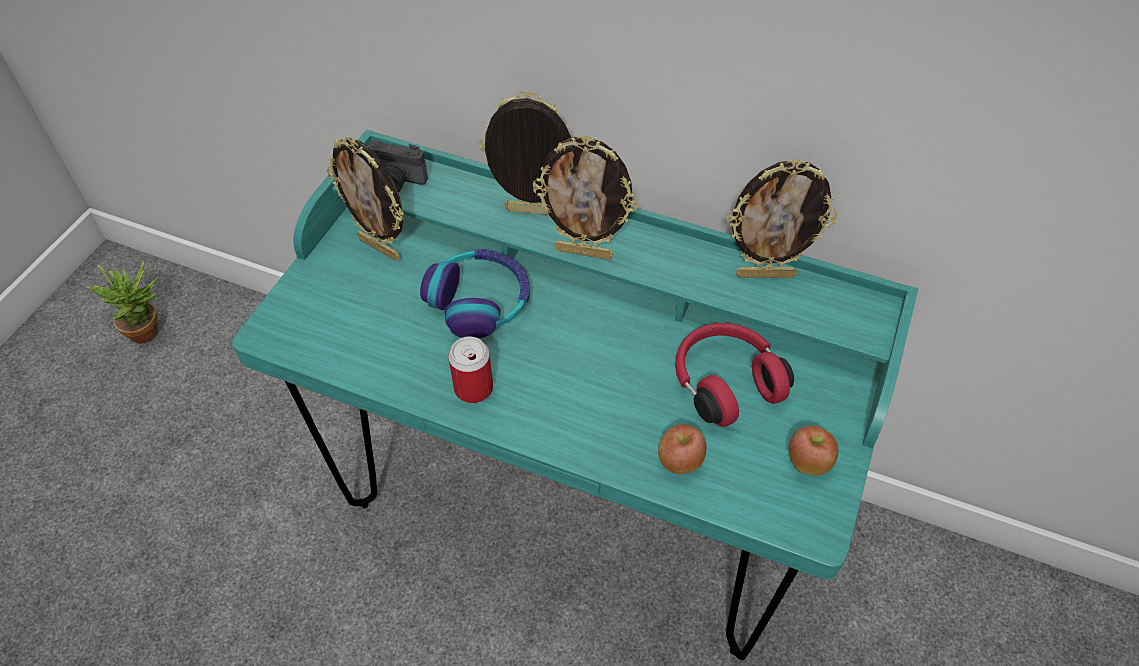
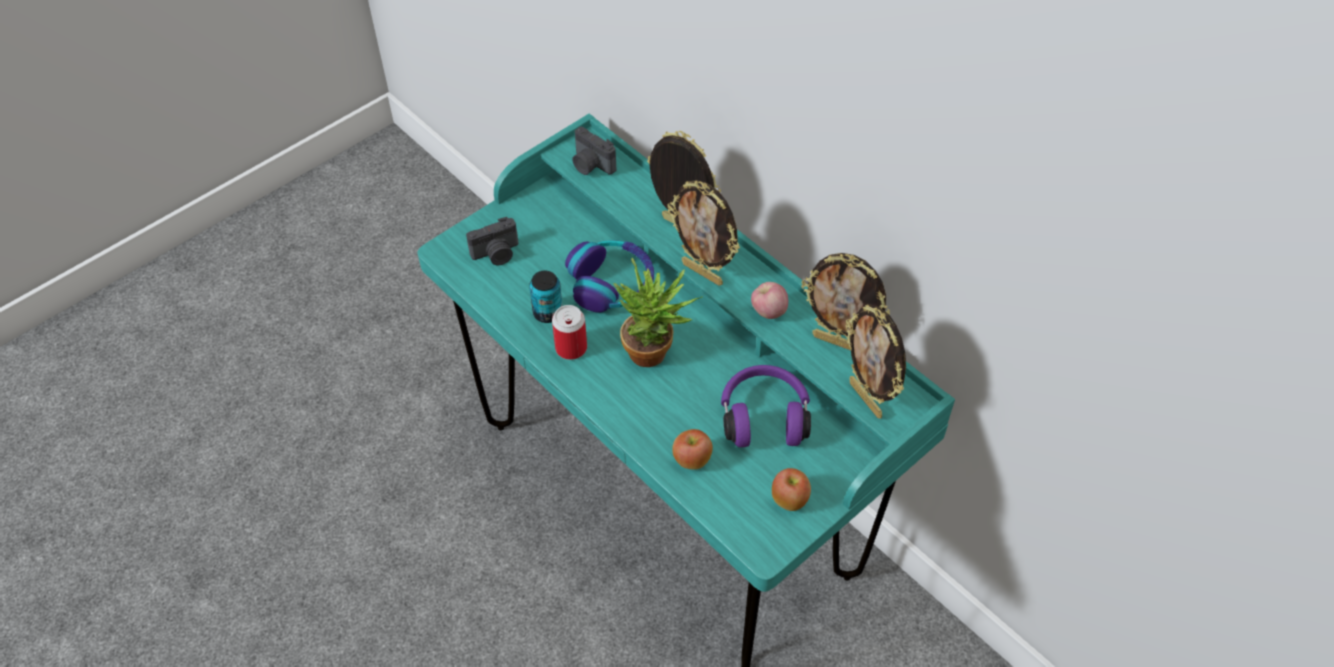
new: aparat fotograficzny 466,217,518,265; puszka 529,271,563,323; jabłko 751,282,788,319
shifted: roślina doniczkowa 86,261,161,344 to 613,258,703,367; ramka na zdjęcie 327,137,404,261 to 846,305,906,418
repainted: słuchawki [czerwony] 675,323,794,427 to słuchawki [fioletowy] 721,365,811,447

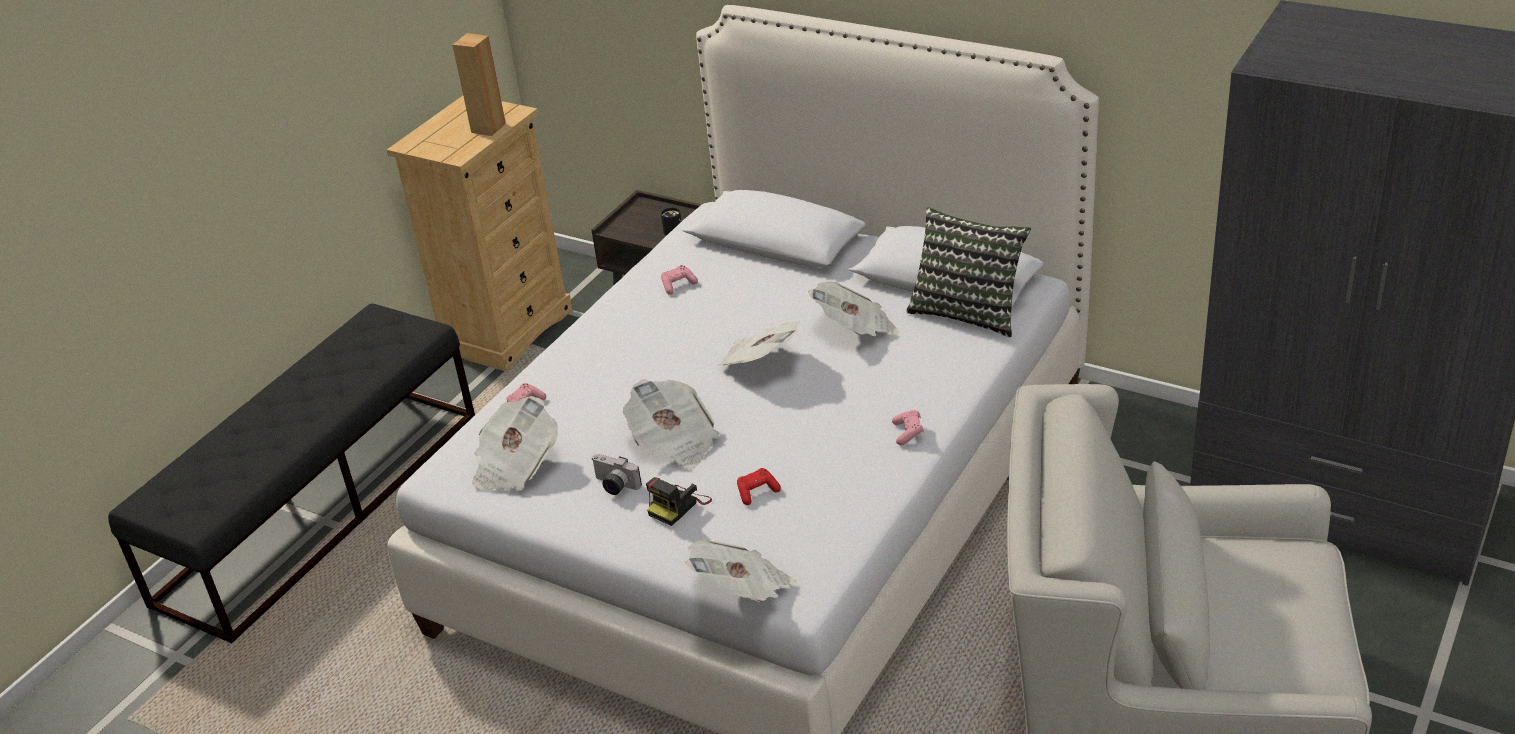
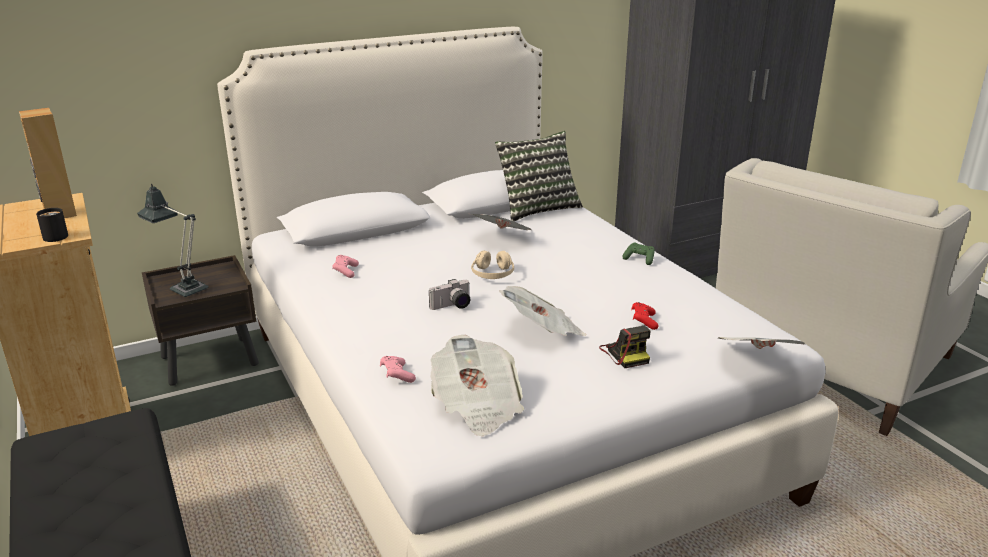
new: lampa stołowa 137,184,209,297
shifted: aparat fotograficzny 592,454,642,495 to 429,279,470,310; kubek [czarny] 661,206,681,236 to 36,208,68,242
swapped: gazeta 718,321,801,366 to słuchawki [beżowy] 471,250,514,279
repainted: pad do gier [różowy] 892,410,924,445 to pad do gier [zielony] 622,243,655,265

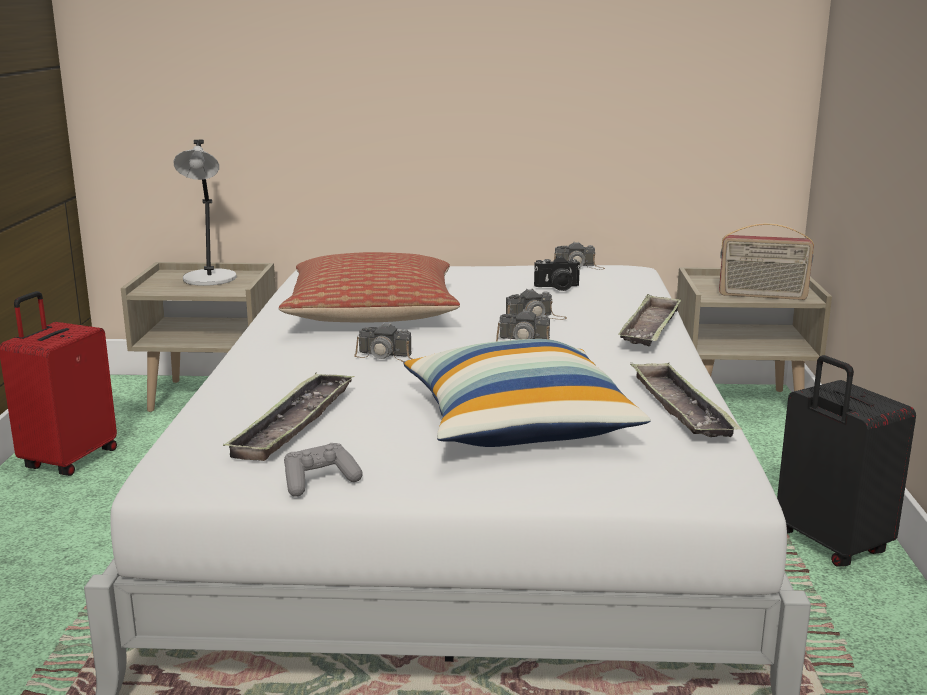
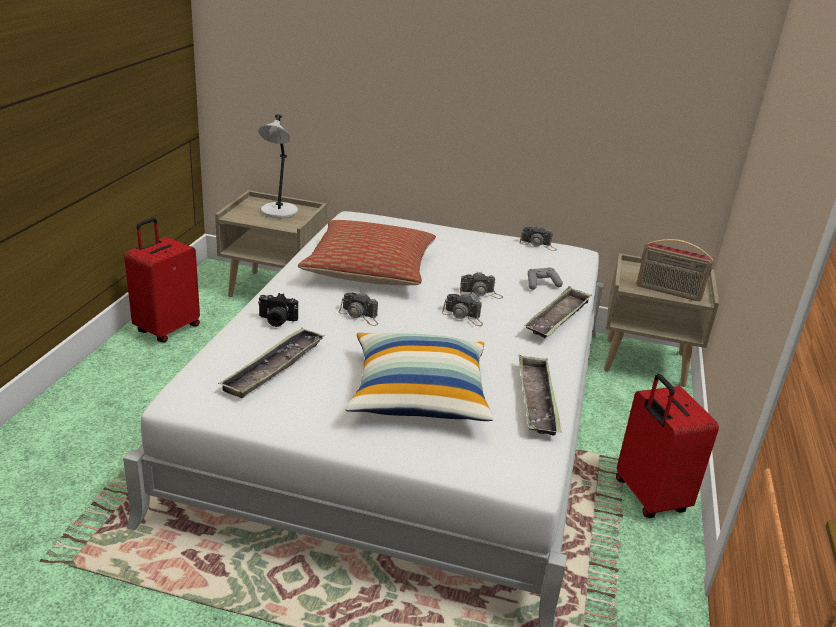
shifted: pad do gier [szary] 284,443,363,497 to 528,267,563,290; aparat fotograficzny 534,255,581,291 to 258,293,298,327
repainted: walizka [czarny] 777,355,916,567 to walizka [czerwony] 616,374,719,518

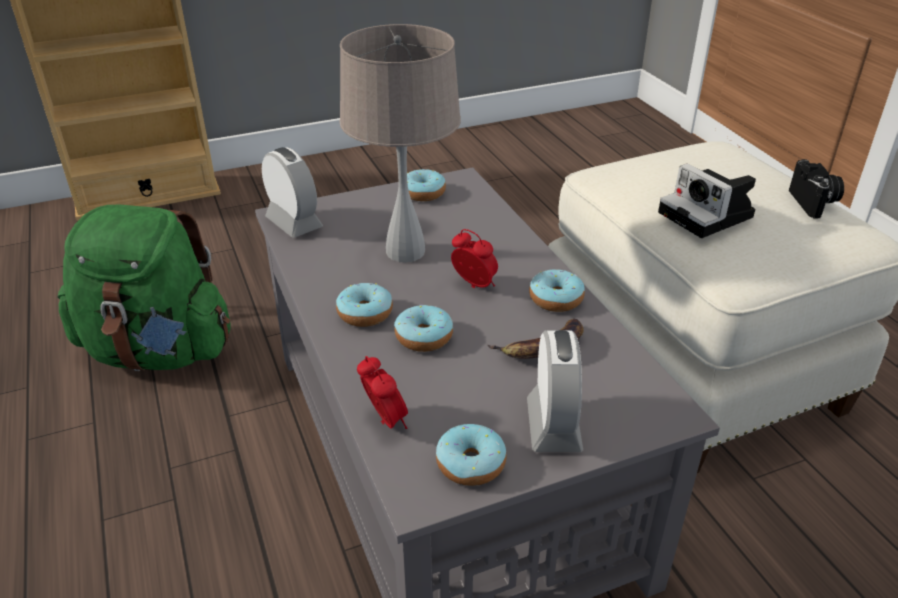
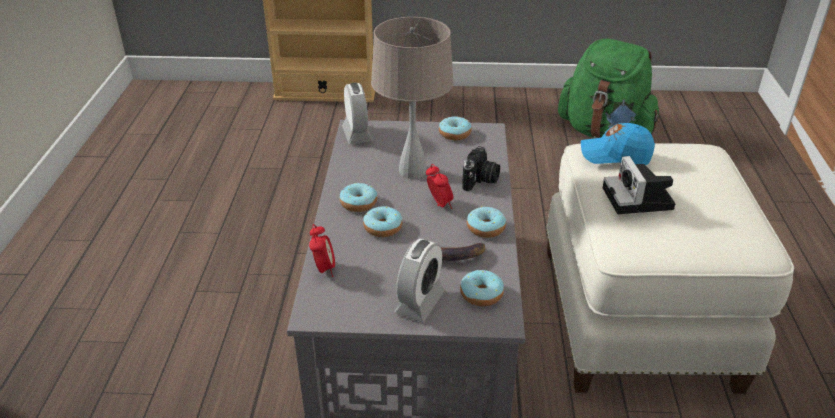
new: czapka z daszkiem [niebieski] 581,123,655,165
shifted: plecak [zielony] 57,205,231,371 to 558,39,660,138; donut 436,424,506,486 to 460,270,504,306; aparat fotograficzny 789,159,844,218 to 462,146,500,191

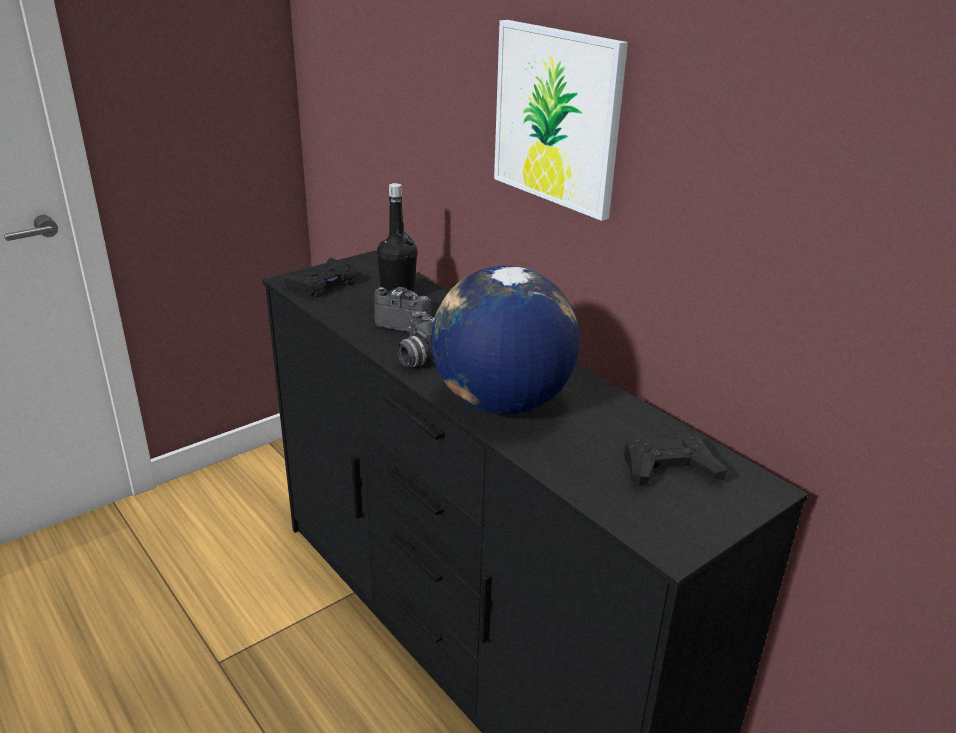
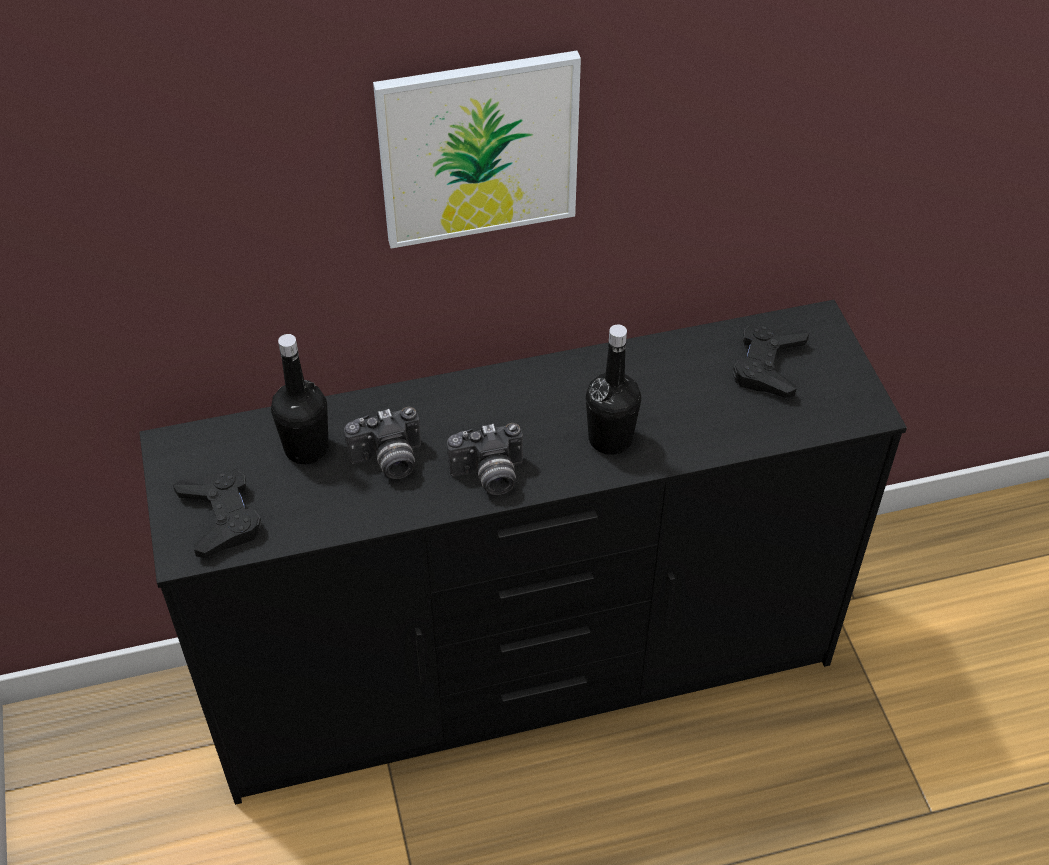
swapped: globus 431,266,580,415 to butelka [czarny] 586,325,641,455
rotated: aparat fotograficzny 374,287,431,332 = 344,407,421,479 150 degrees counterclockwise

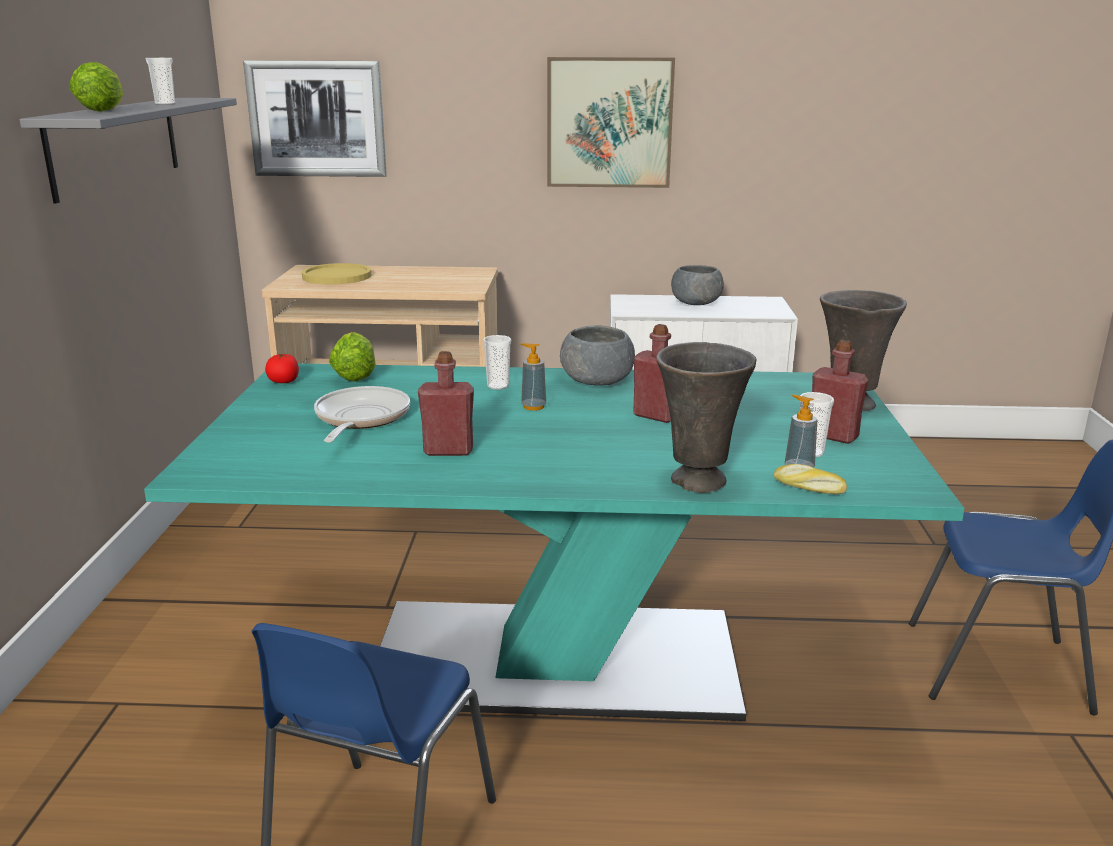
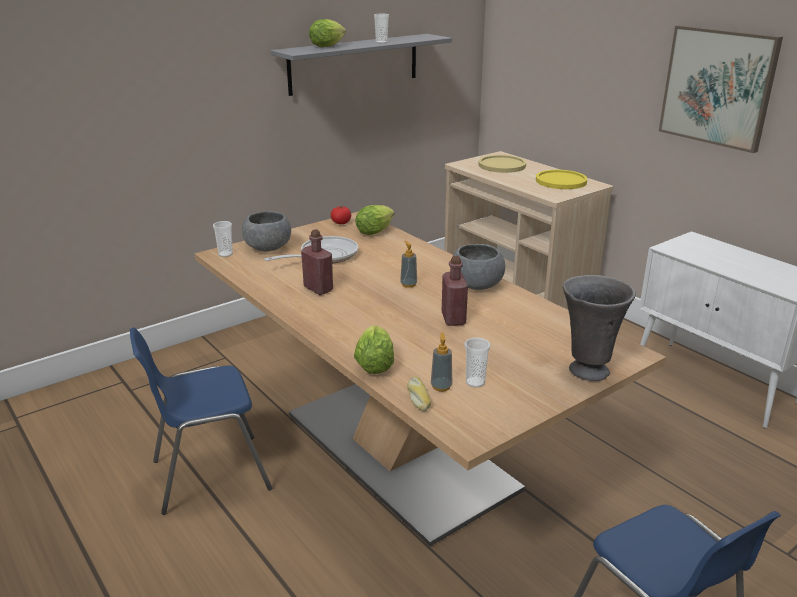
gone: obraz 243,60,387,177; butelka [czerwony] 812,340,868,444
new: talerz [żółty] 536,170,587,189
shifted: filiżanka 483,335,511,390 to 213,221,233,257; miska [szary] 671,265,724,305 to 242,211,291,252
swapped: wazon [szary] 656,342,756,493 to sałata 354,325,394,374
repainted: stół jadalny [turkusowy] 144,363,965,721 to stół jadalny [beżowy] 195,211,666,546

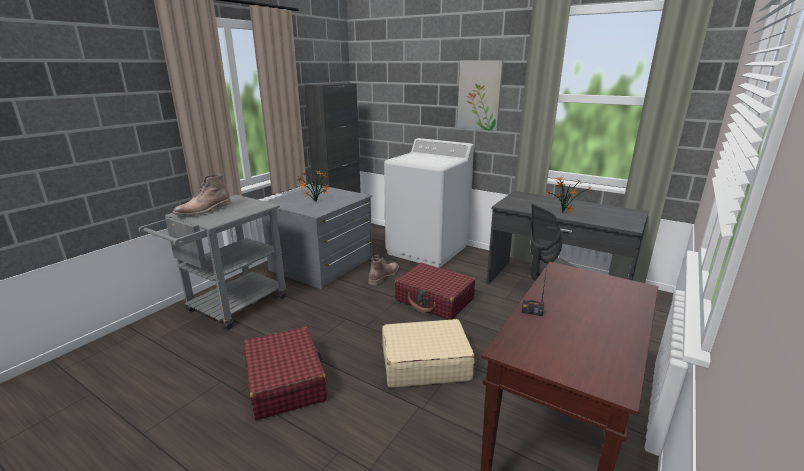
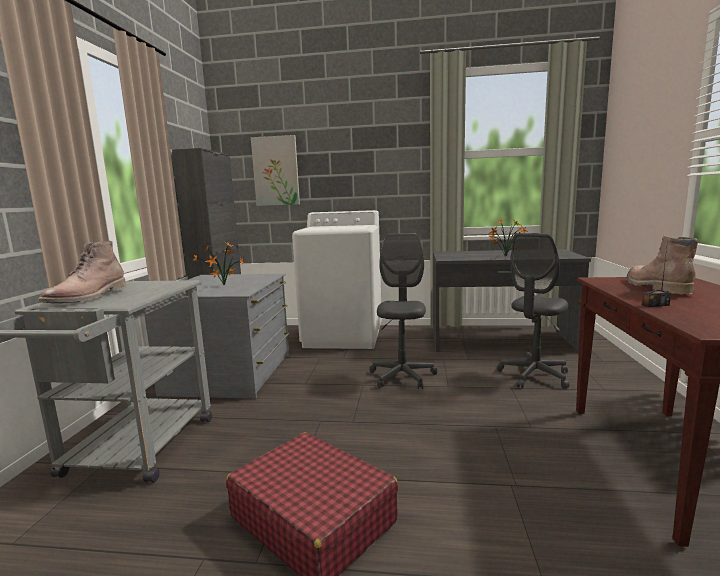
gone: walizka [beżowy] 382,319,475,388
shifted: but z cholewką [brązowy] 368,254,399,285 to 627,236,699,294; obraz 457,60,504,131 to 251,135,300,206
swapped: walizka [czerwony] 394,263,475,320 to krzesło biurowe [szary] 369,233,437,389

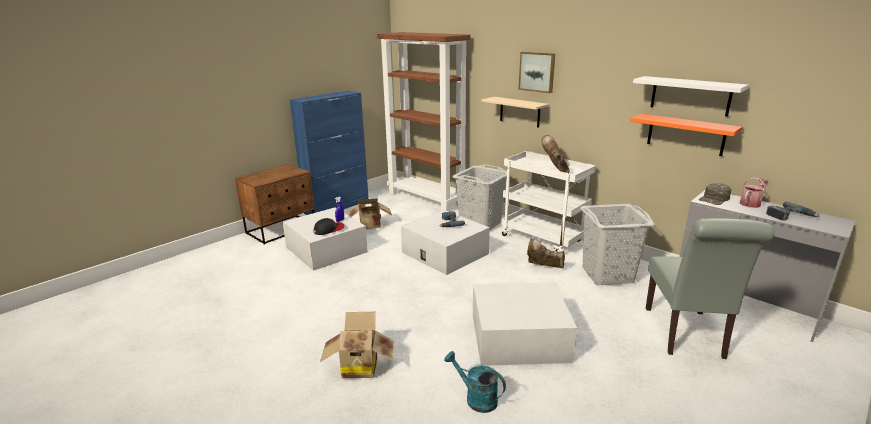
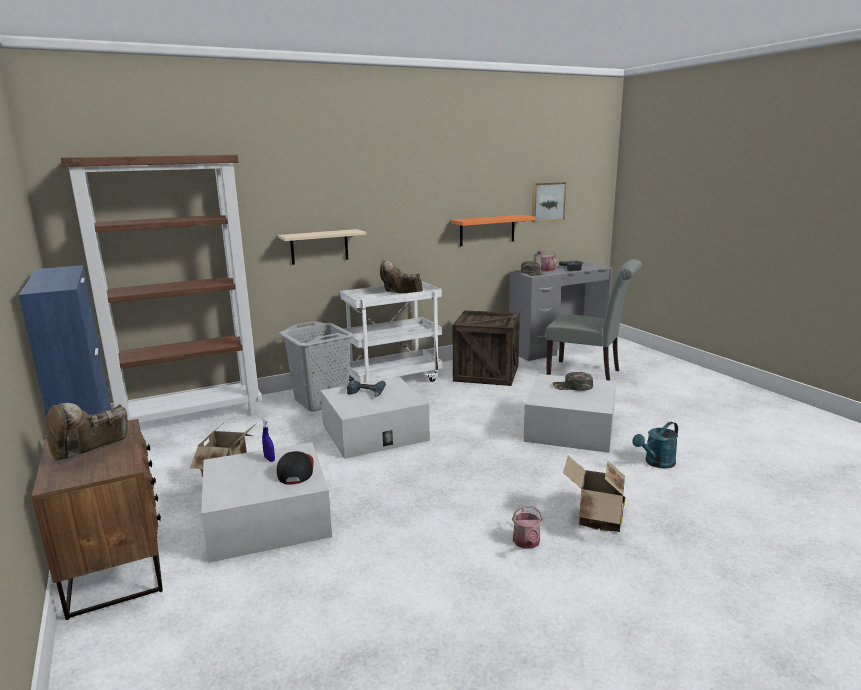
gone: półka [biały] 633,76,749,117
new: konewka 512,505,542,549; czapka z daszkiem [zielony] 553,372,593,391
shifted: obraz 519,52,555,93 to 532,182,566,222; but z cholewką [brązowy] 527,239,565,268 to 46,403,128,461
swapped: kosz na pranie [szary] 580,204,655,285 to skrzynka 453,310,520,386

